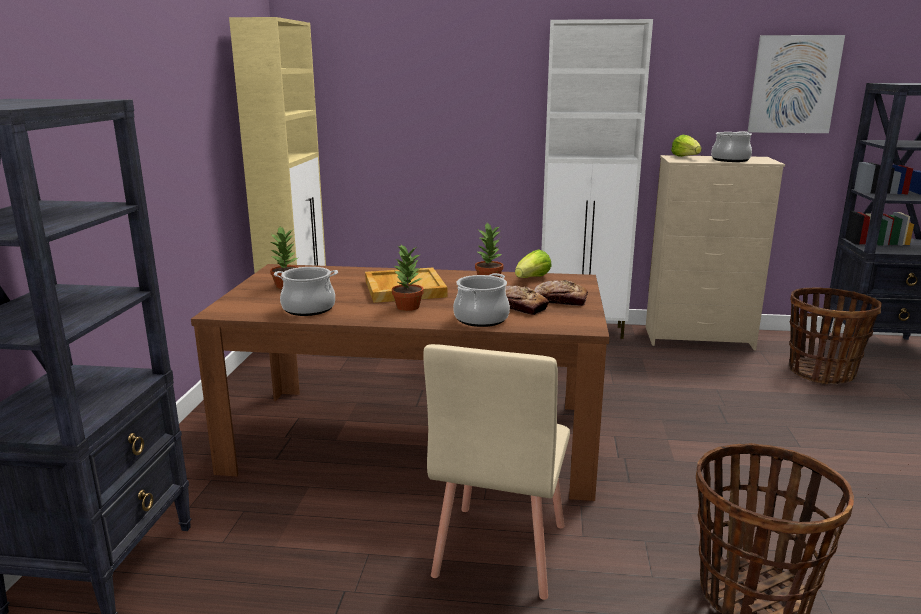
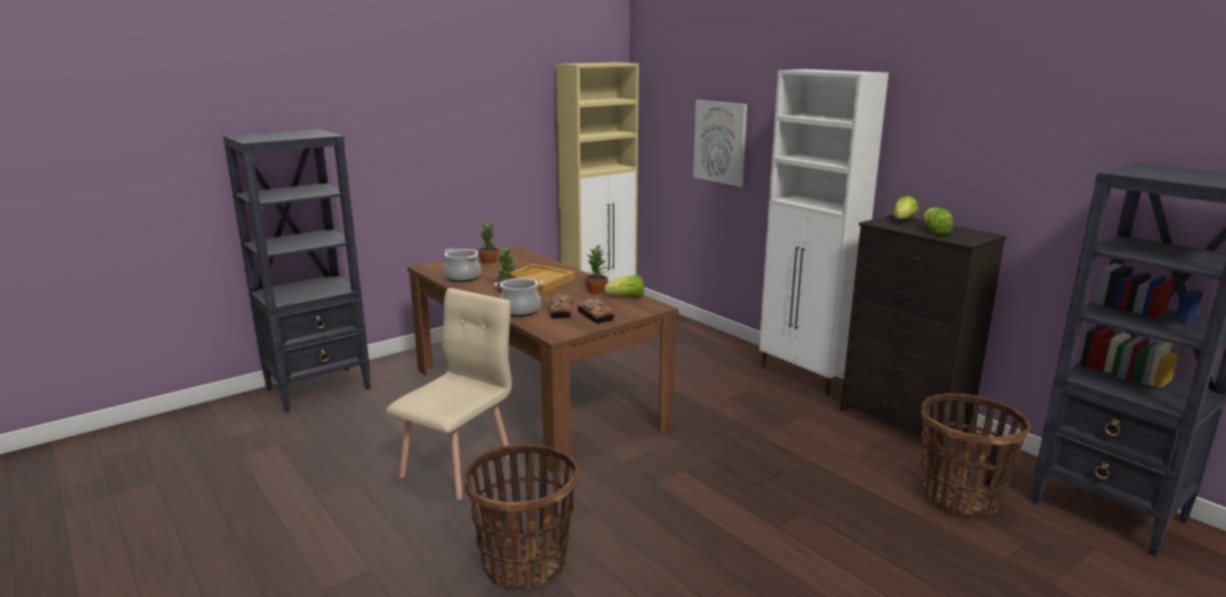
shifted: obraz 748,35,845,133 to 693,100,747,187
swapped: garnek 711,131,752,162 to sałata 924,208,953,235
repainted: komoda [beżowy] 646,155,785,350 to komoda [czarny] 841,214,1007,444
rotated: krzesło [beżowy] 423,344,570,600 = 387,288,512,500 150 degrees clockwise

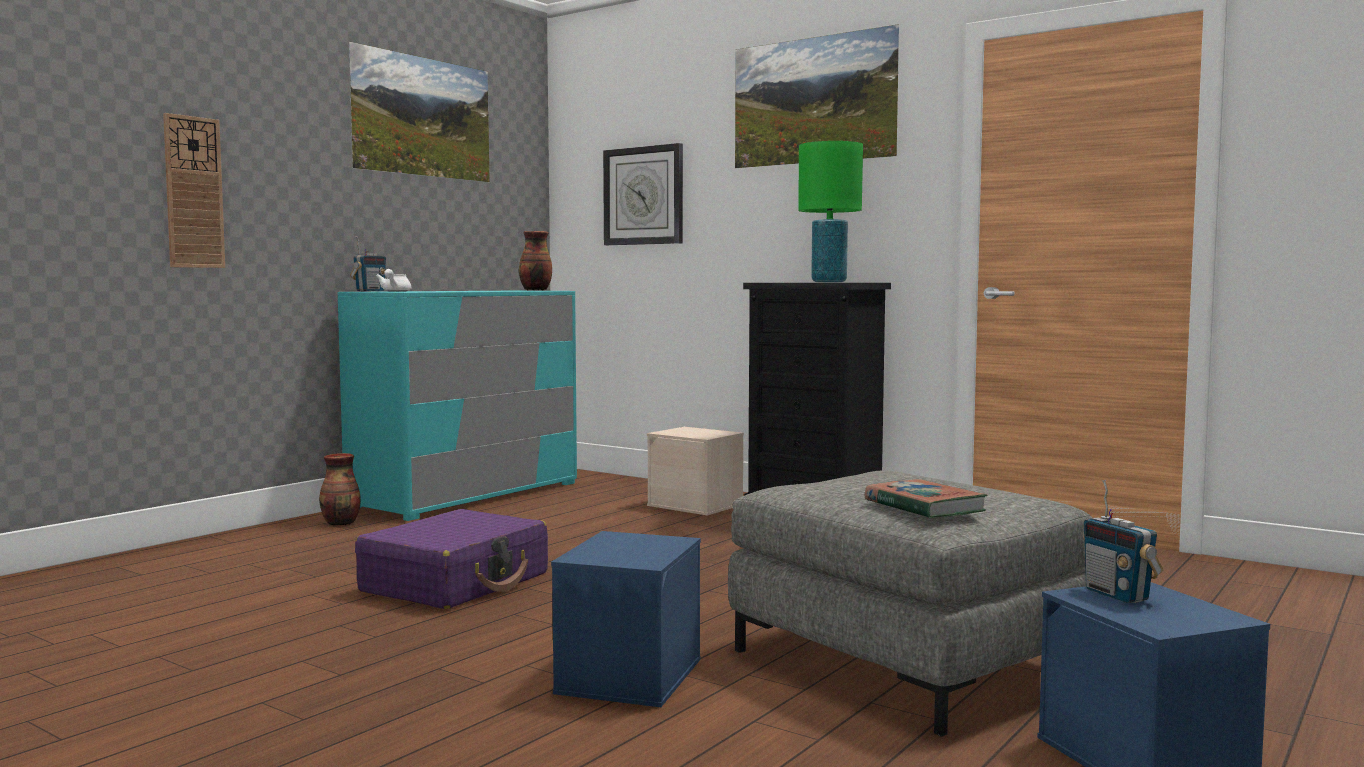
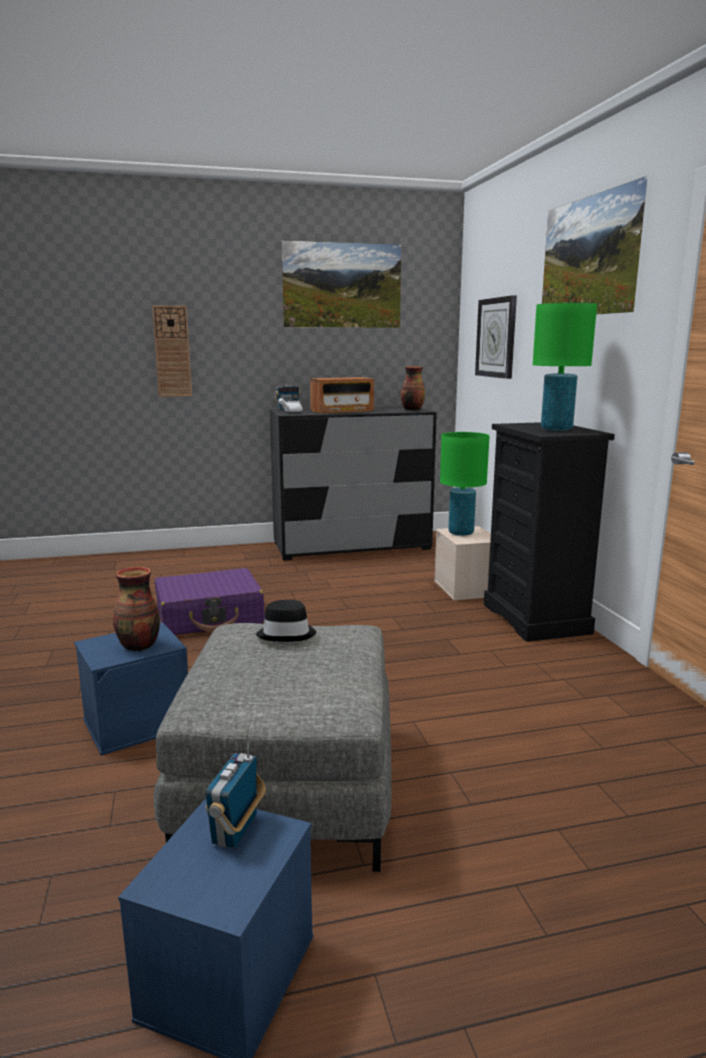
gone: książka 865,479,987,519
new: kapelusz [czarny] 256,600,316,642; radio 310,377,374,413; lampa stołowa [zielony] 440,432,490,536
shifted: wazon 319,453,360,525 to 113,567,160,651
repainted: komoda [turkusowy] 338,291,577,521 to komoda [czarny] 270,406,437,560

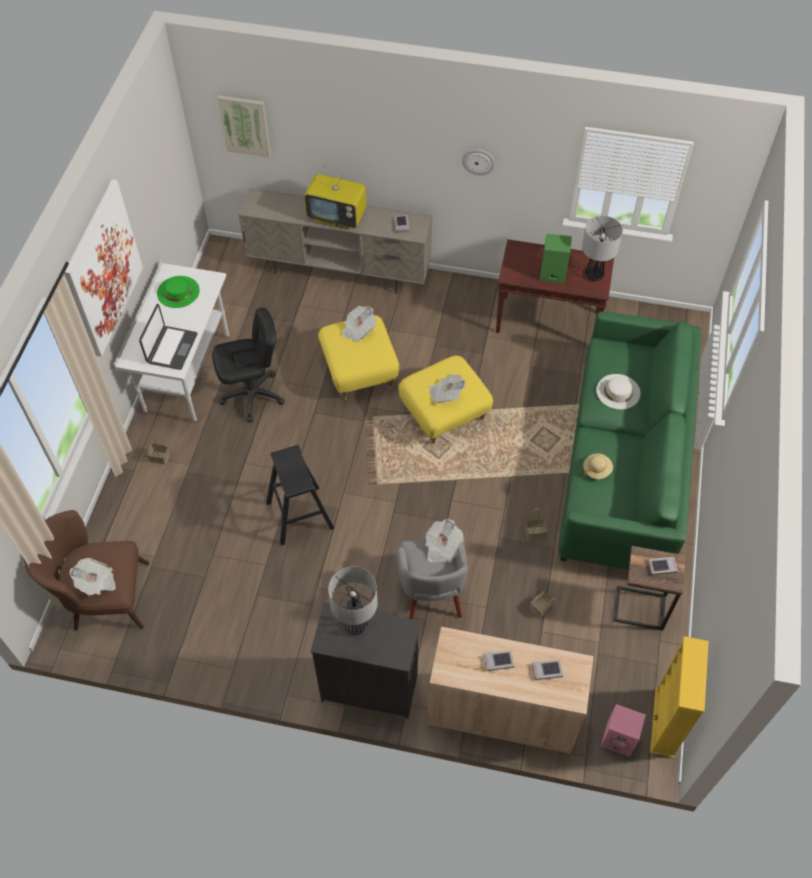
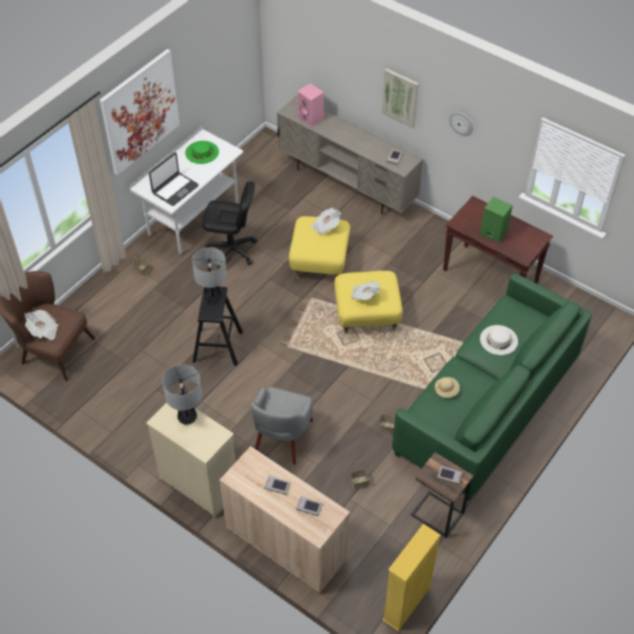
gone: telewizor 304,167,367,230; gazeta 425,519,464,563
shifted: obraz 217,95,271,157 to 382,68,419,129; lampa stołowa 582,216,623,281 to 192,247,227,304; głośnik [różowy] 601,704,646,757 to 297,83,324,127
repainted: komoda [czarny] 310,602,420,719 to komoda [beżowy] 146,402,236,518

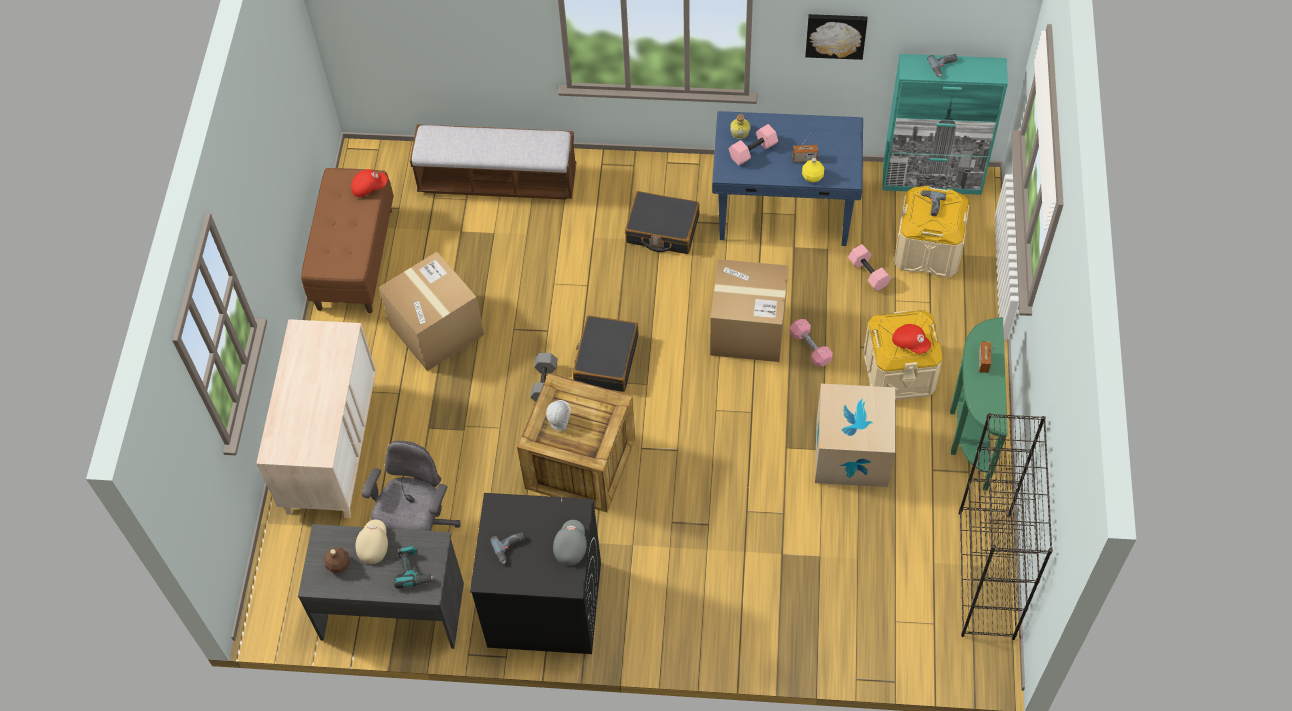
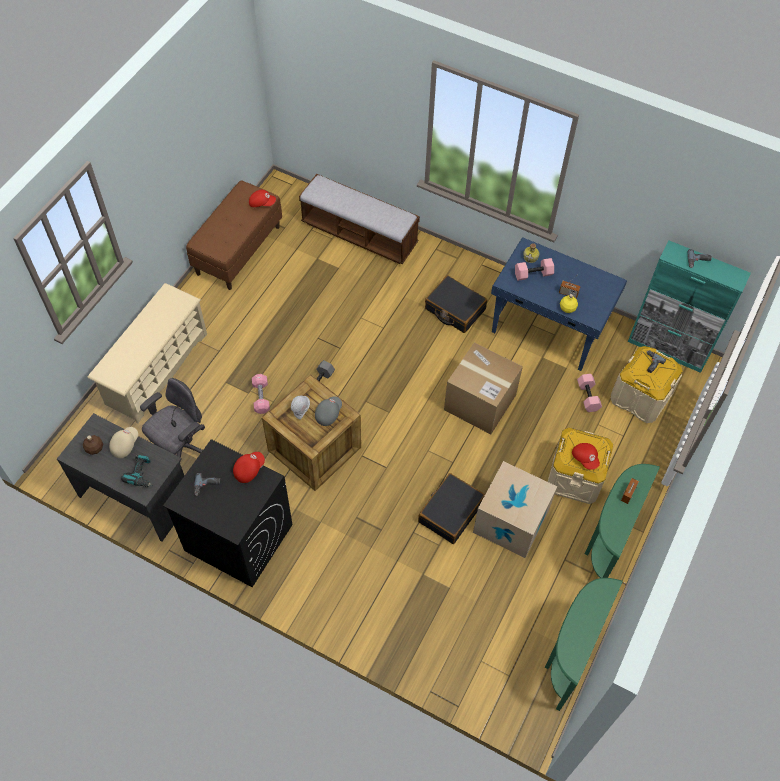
gone: karton 378,252,484,371; obraz 805,14,867,60
new: czapka z daszkiem [czerwony] 233,452,265,483
shifted: czapka z daszkiem [szary] 553,520,587,566 to 315,396,342,426; walizka [czarny] 573,316,639,392 to 418,473,485,544; hantel [różowy] 789,319,833,367 to 252,374,270,414
swapped: komoda [beżowy] 256,319,376,518 to regał na buty [beżowy] 87,283,207,424; regał [czarny] 959,413,1053,640 to stolik konsolowy [zielony] 545,578,623,711

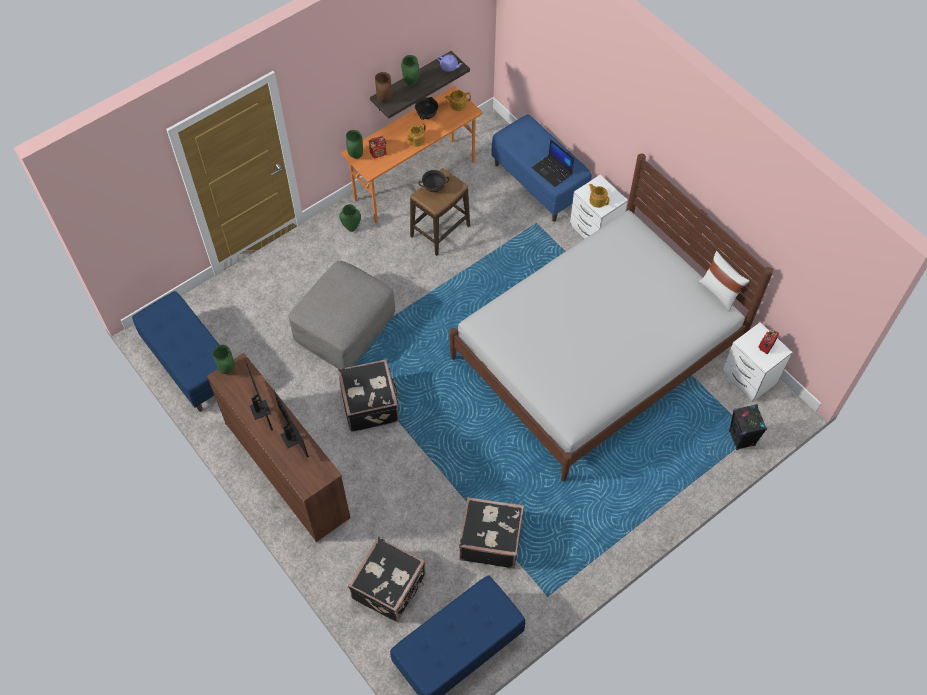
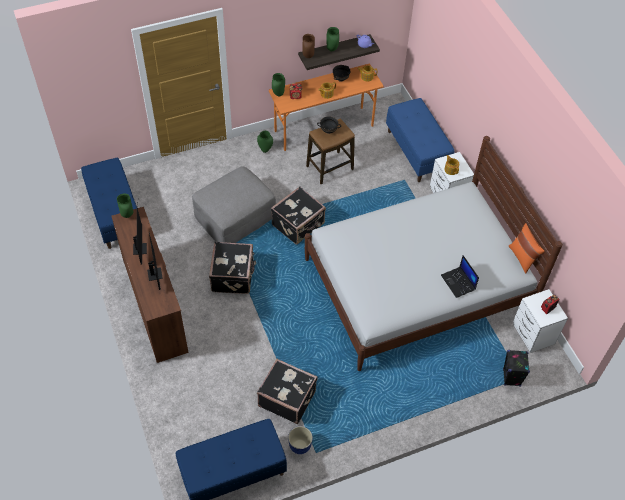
new: donica 288,426,313,454
shifted: walizka [czarny] 348,537,426,622 to 271,186,326,245; laptop 532,139,574,187 to 441,255,479,298
repainted: poduszka [biały] 698,251,750,311 to poduszka [pomarańczowy] 508,223,545,274

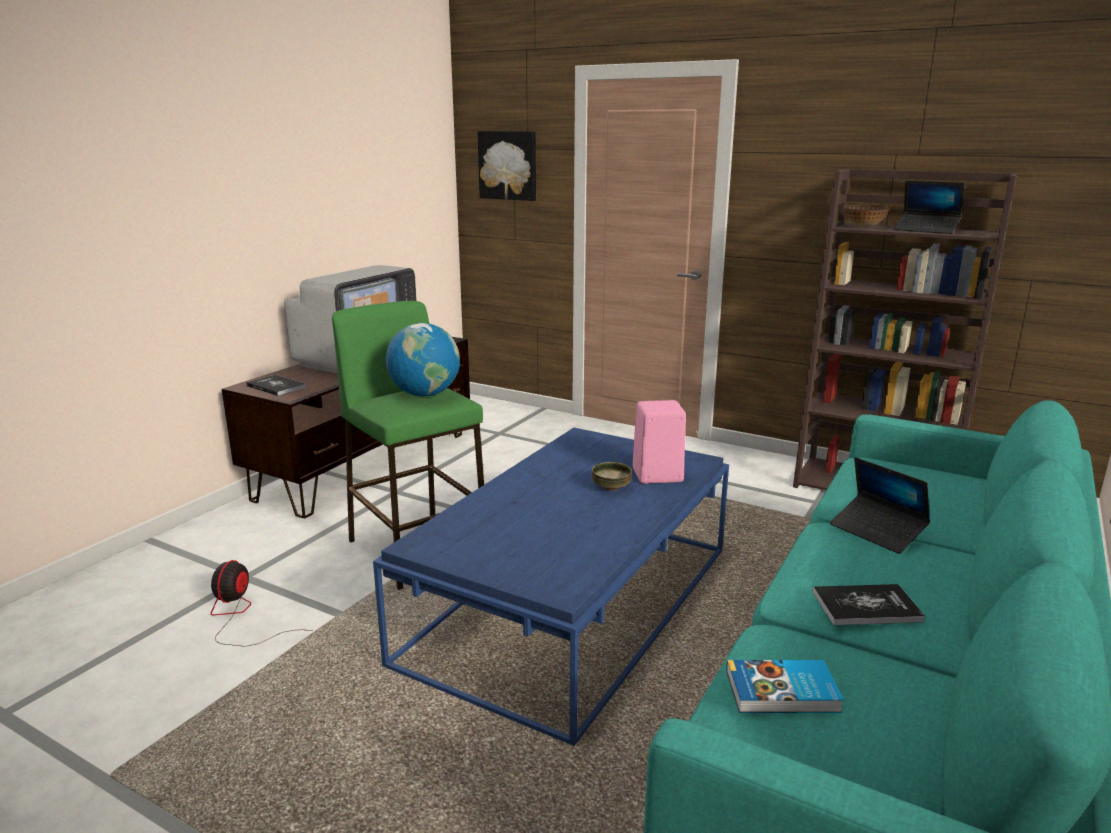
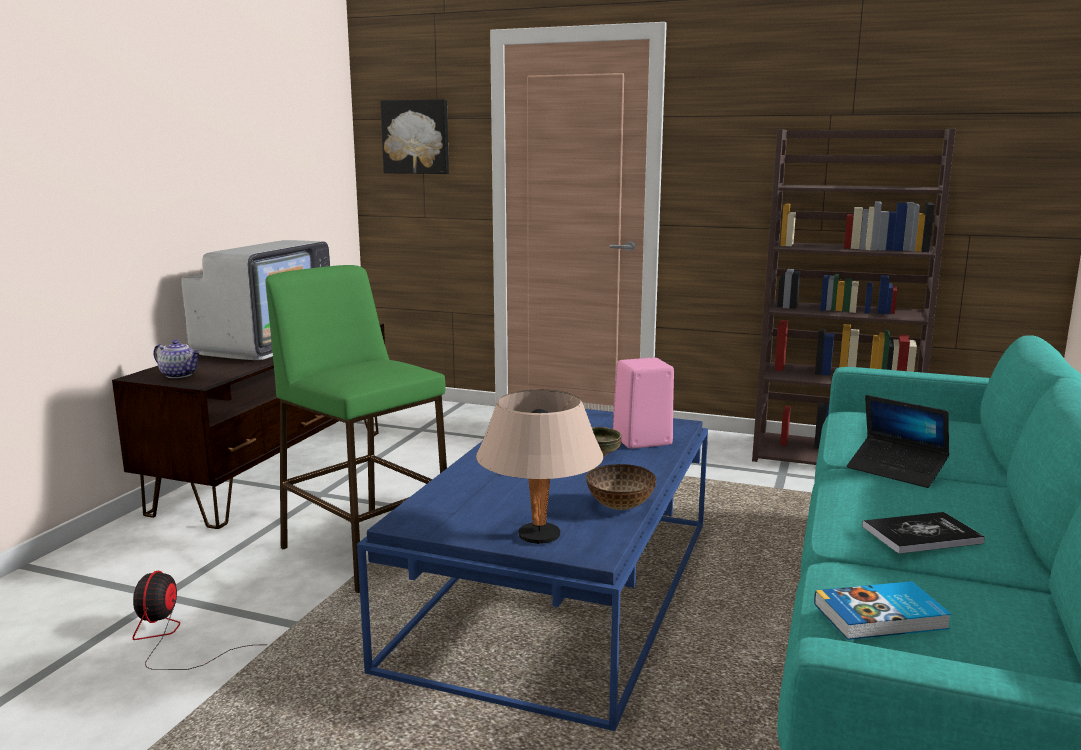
gone: globus 386,323,460,397; laptop 894,181,965,234
new: lampa stołowa [beżowy] 476,390,603,544
shifted: miska 842,205,889,228 to 586,464,656,510
swapped: książka 246,375,307,396 to imbryk 154,340,200,378

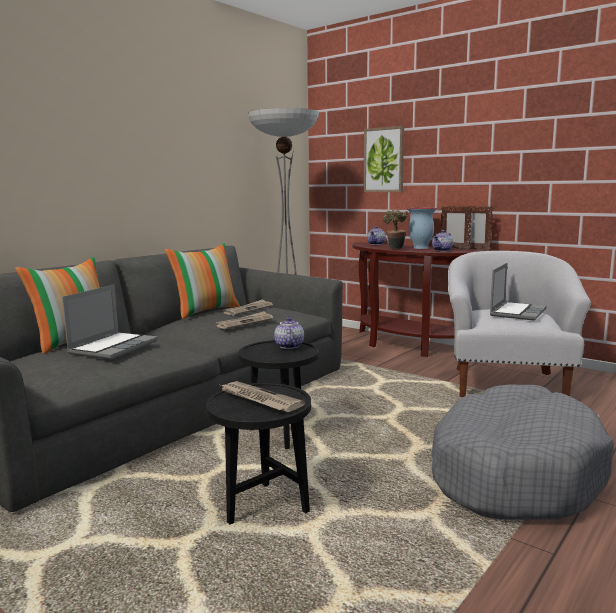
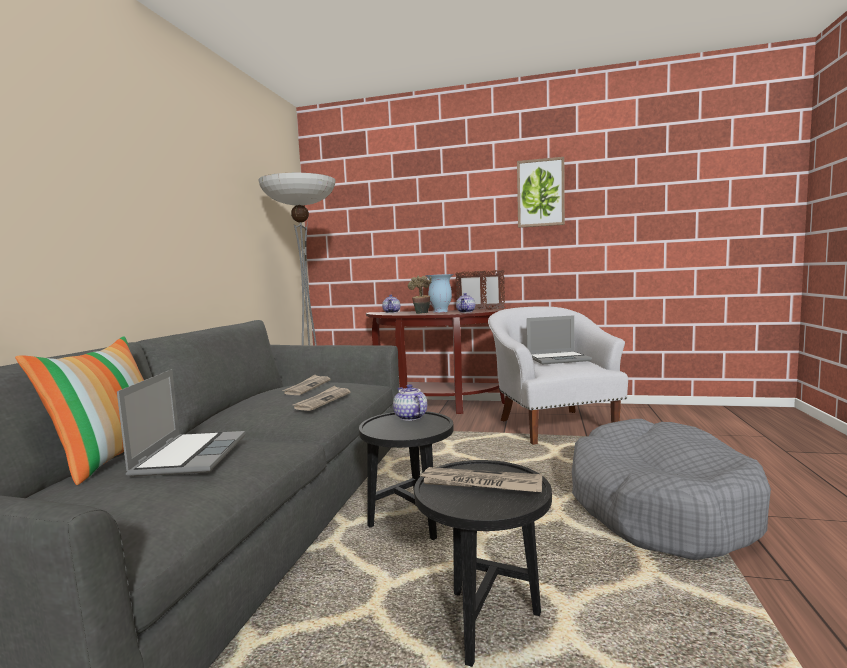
gone: poduszka 165,243,240,319
shifted: obraz 364,126,404,192 to 517,157,565,228
rotated: laptop 490,263,547,321 = 527,315,592,364 75 degrees clockwise

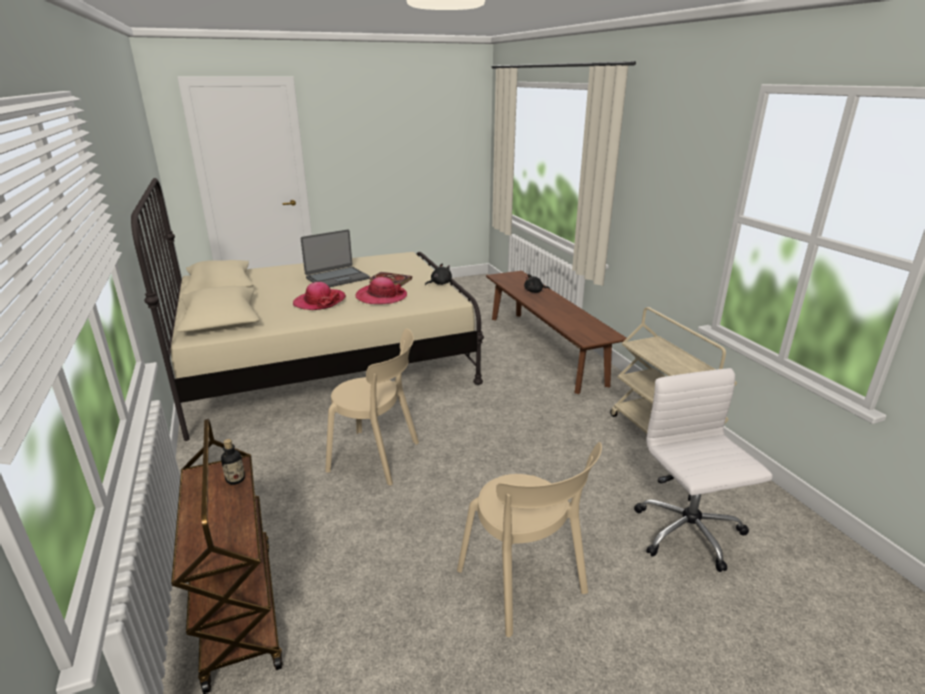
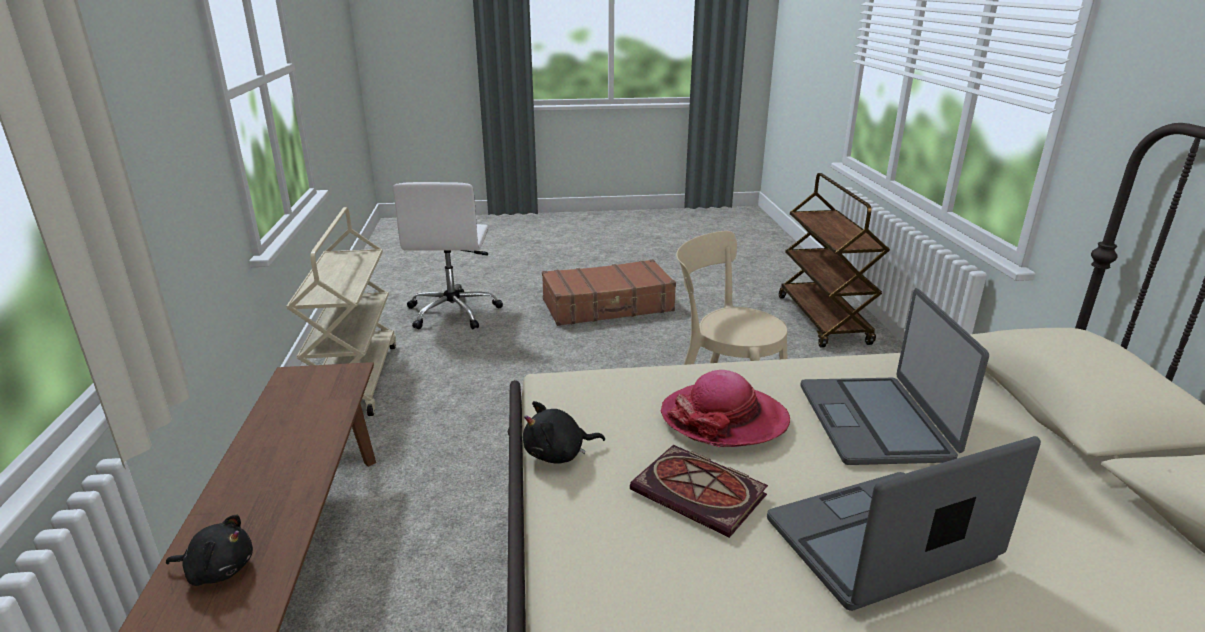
gone: butelka 221,439,245,485
swapped: kapelusz 293,282,346,310 to laptop 800,288,989,465; krzesło [beżowy] 457,442,602,637 to walizka [brązowy] 542,259,676,326

